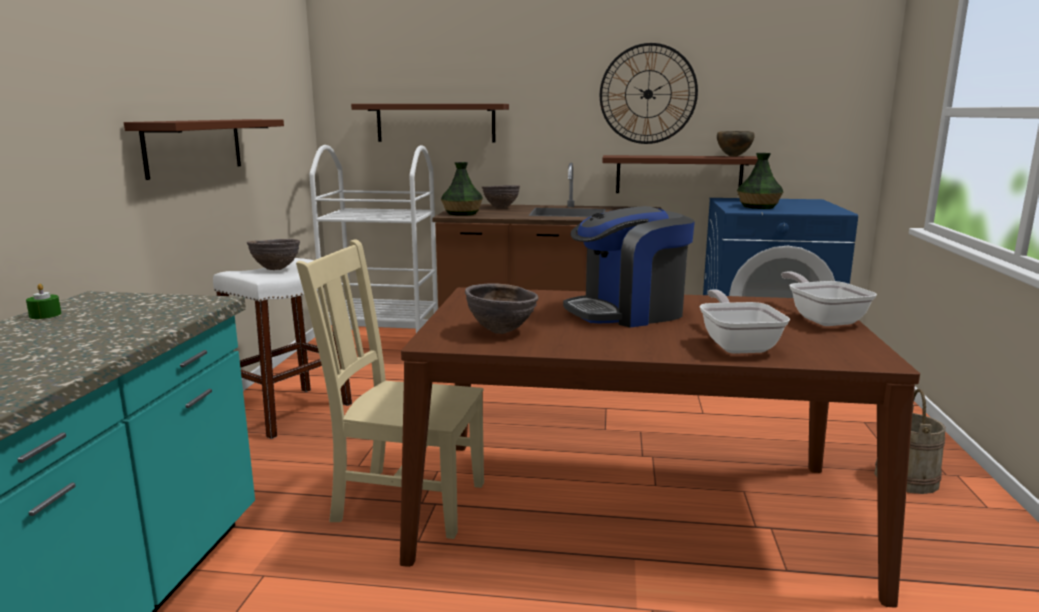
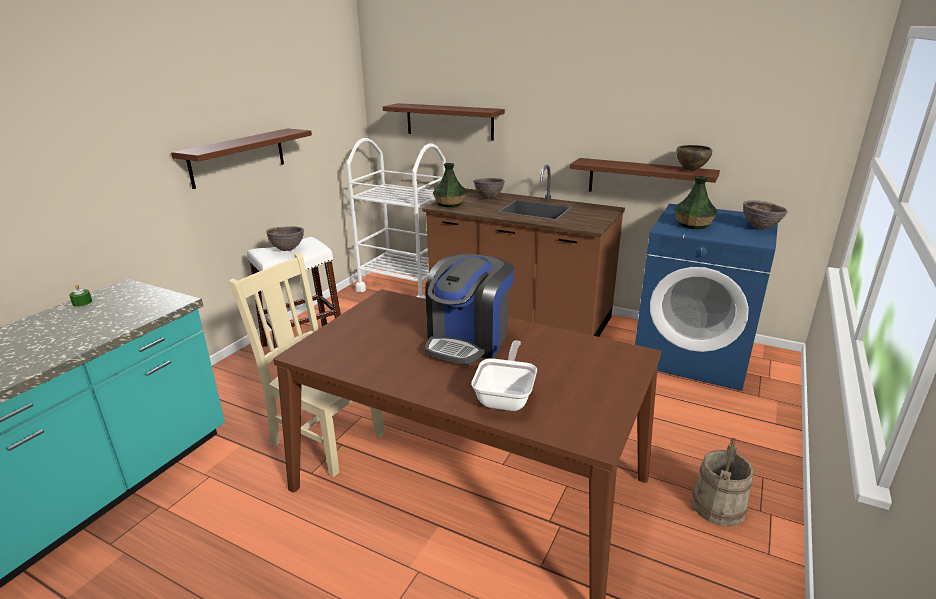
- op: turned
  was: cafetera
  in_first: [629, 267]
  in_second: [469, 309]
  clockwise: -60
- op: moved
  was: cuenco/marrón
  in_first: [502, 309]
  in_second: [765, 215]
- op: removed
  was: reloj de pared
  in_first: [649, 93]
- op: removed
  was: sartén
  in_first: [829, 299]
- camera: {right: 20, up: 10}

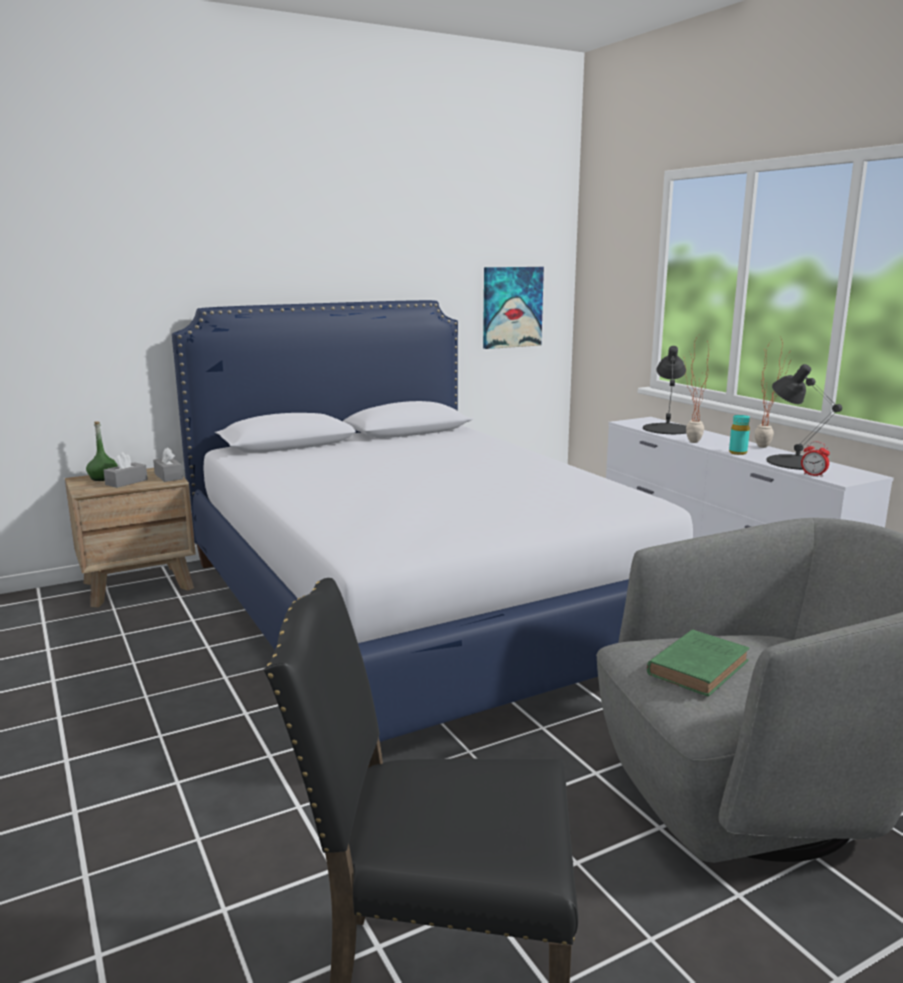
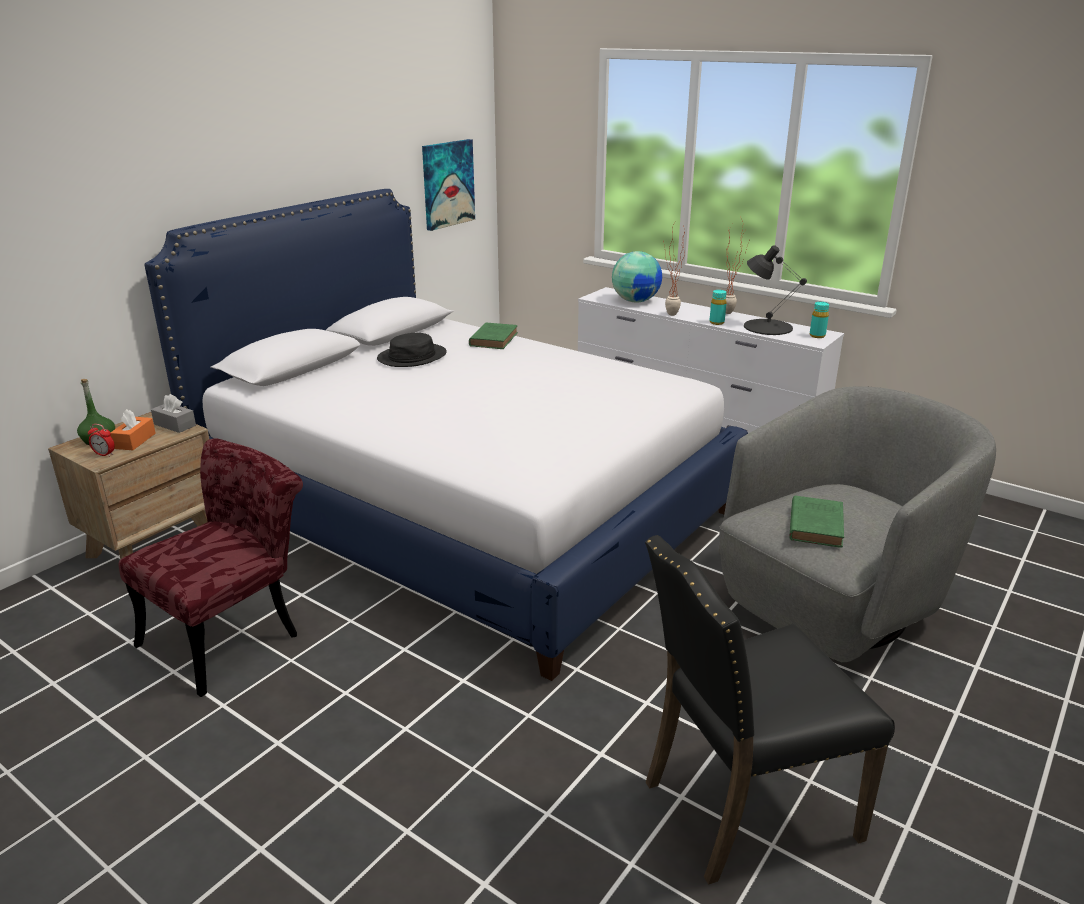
- op: moved
  was: despertador
  in_first: [815, 459]
  in_second: [101, 440]
- op: recoloured
  was: caja de pañuelos/gris
  now: caja de pañuelos/naranja
  in_first: [125, 470]
  in_second: [133, 429]
- op: added
  now: silla/rojo
  in_second: [211, 567]
- op: added
  now: sombrero/negro
  in_second: [412, 350]
- op: added
  now: libro/verde
  in_second: [493, 335]
- op: replaced
  was: lámpara de mesa/negro
  now: globo terráqueo
  in_first: [664, 390]
  in_second: [637, 276]
- op: added
  now: botella/turquesa
  in_second: [819, 320]
- camera: {right: -25, up: 10}

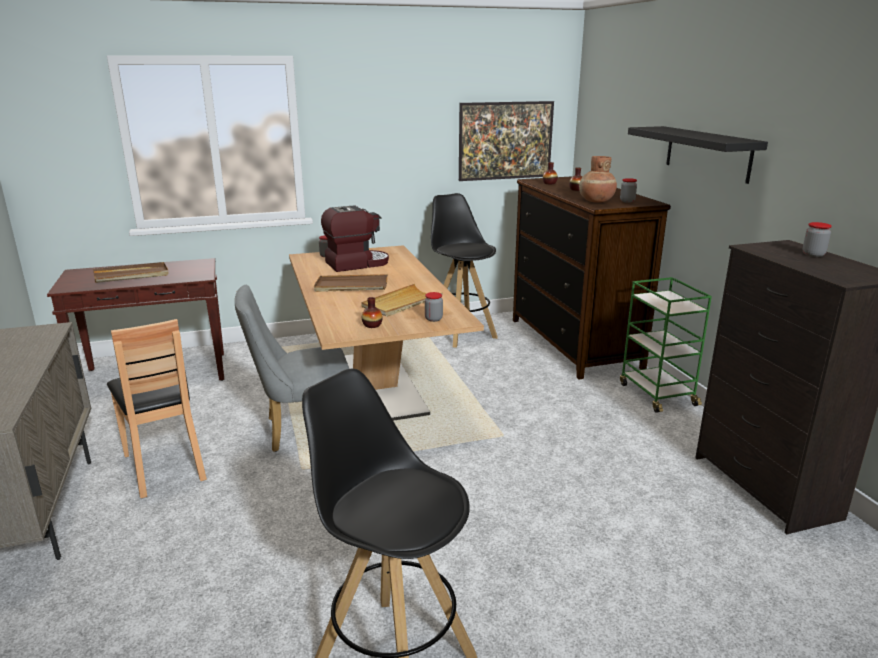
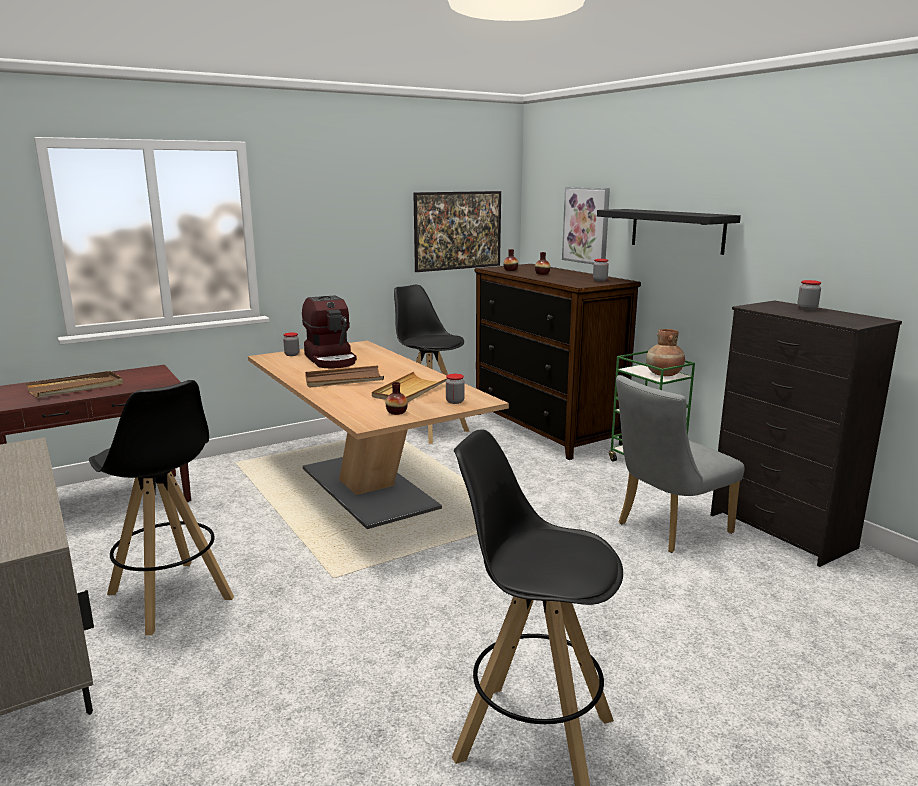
- op: replaced
  was: silla/marrón
  now: taburete/negro
  in_first: [157, 408]
  in_second: [161, 507]
- op: turned
  was: cafetera
  in_first: [355, 238]
  in_second: [329, 331]
  clockwise: 105
- op: added
  now: cuadro
  in_second: [586, 226]
- op: moved
  was: silla/gris
  in_first: [292, 368]
  in_second: [680, 464]
- op: moved
  was: florero/marrón
  in_first: [598, 179]
  in_second: [665, 352]
- camera: {right: -15, up: -5}

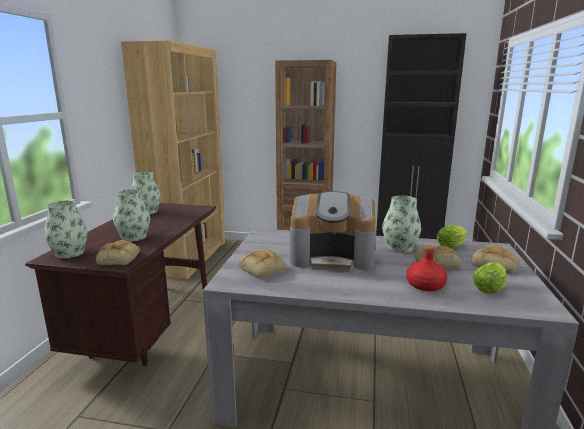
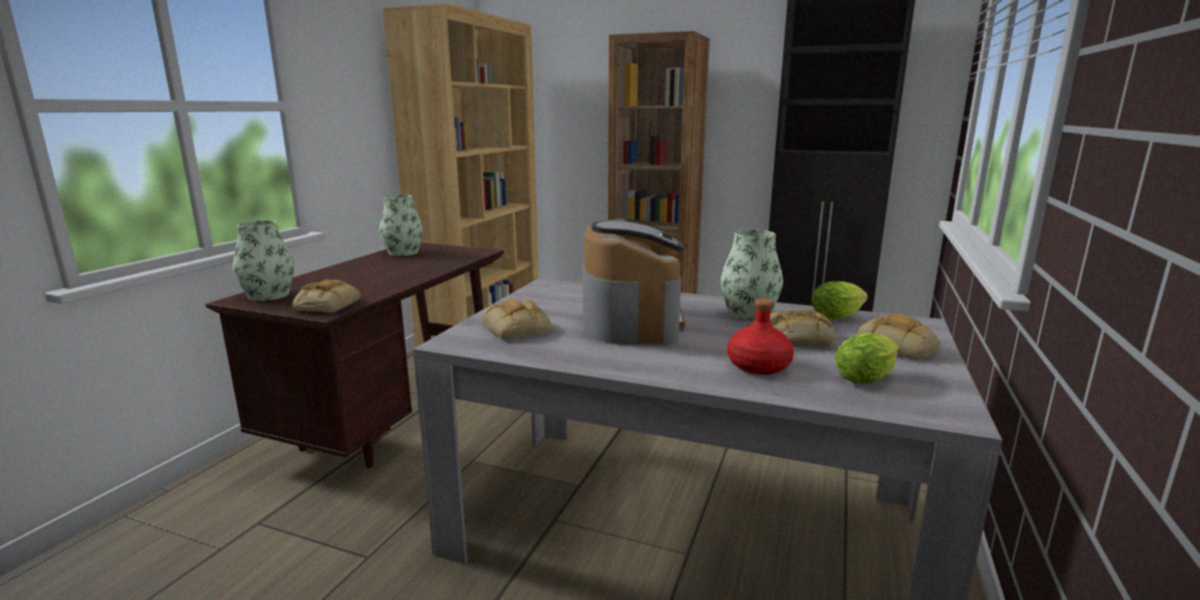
- op: turned
  was: cafetera
  in_first: [333, 231]
  in_second: [633, 282]
  clockwise: -105
- op: removed
  was: florero
  in_first: [131, 215]
- camera: {right: 10, up: 0}

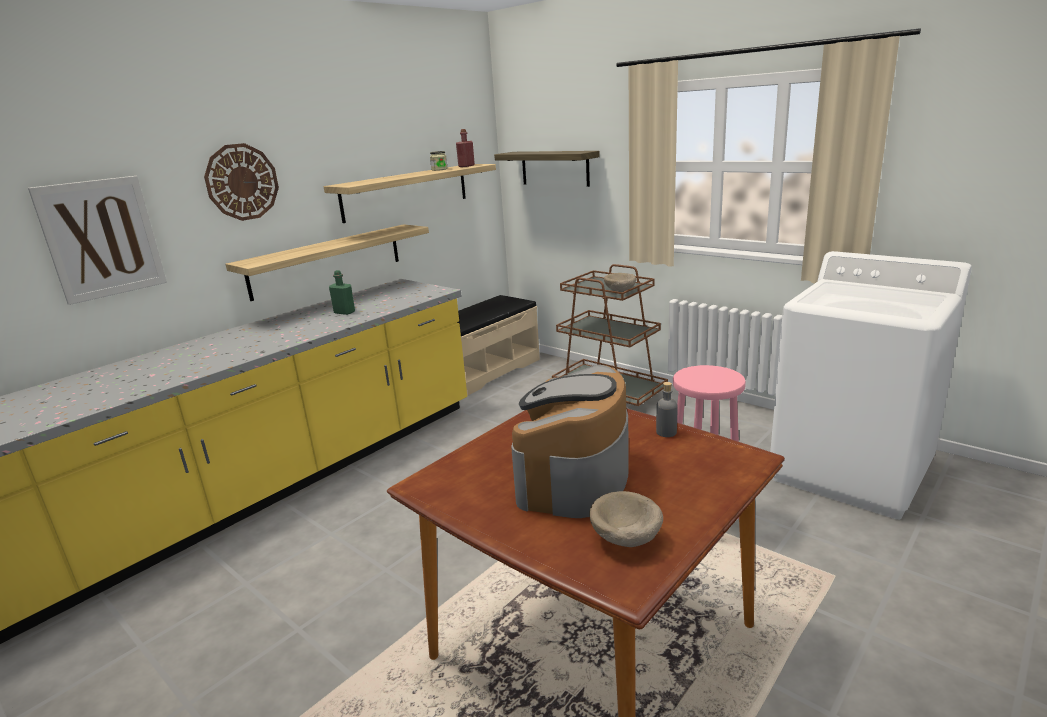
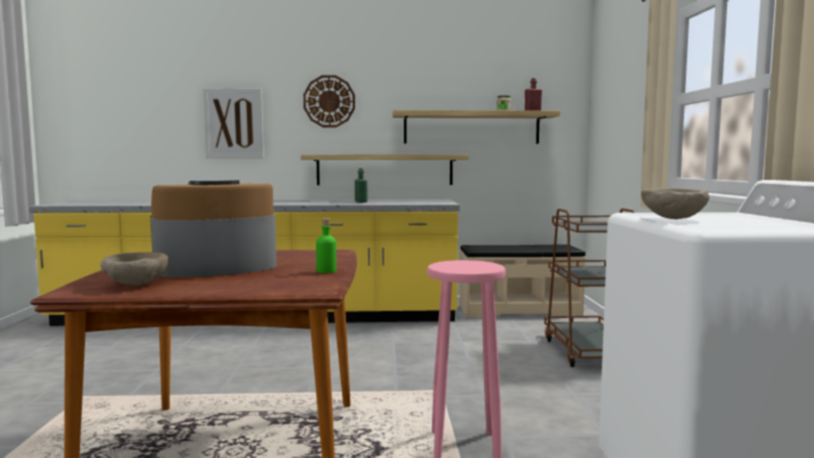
- op: recoloured
  was: botella/gris
  now: botella/verde
  in_first: [667, 409]
  in_second: [326, 245]
- op: moved
  was: cuenco/beis
  in_first: [620, 282]
  in_second: [675, 203]
- op: removed
  was: estante
  in_first: [547, 169]
- camera: {right: 45, up: -15}

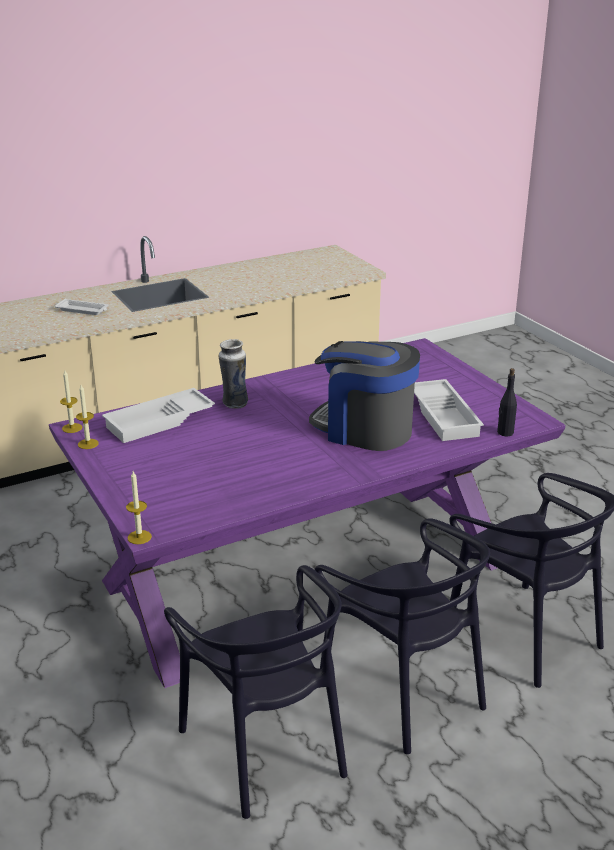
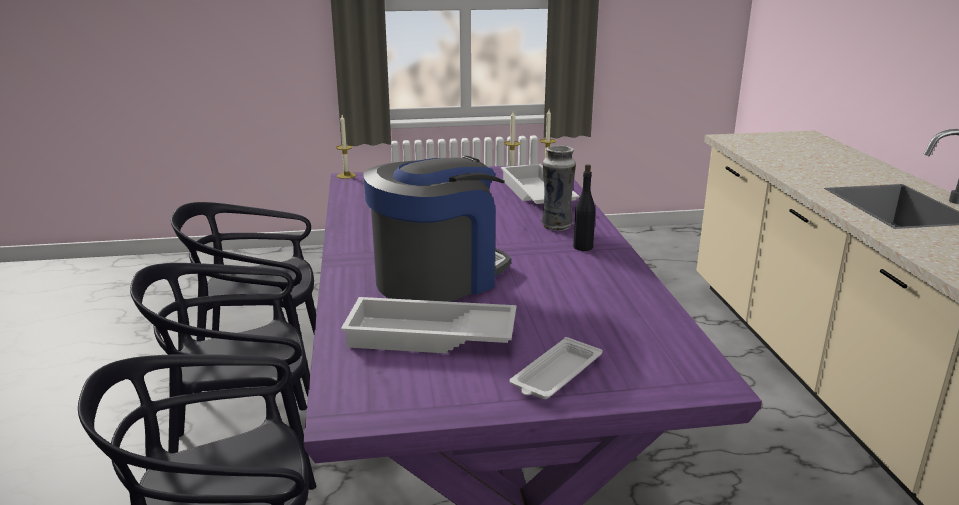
- op: moved
  was: bandeja/blanco
  in_first: [82, 306]
  in_second: [555, 368]
- op: moved
  was: botella/negro
  in_first: [507, 402]
  in_second: [584, 207]
- camera: {right: 110, up: -5}

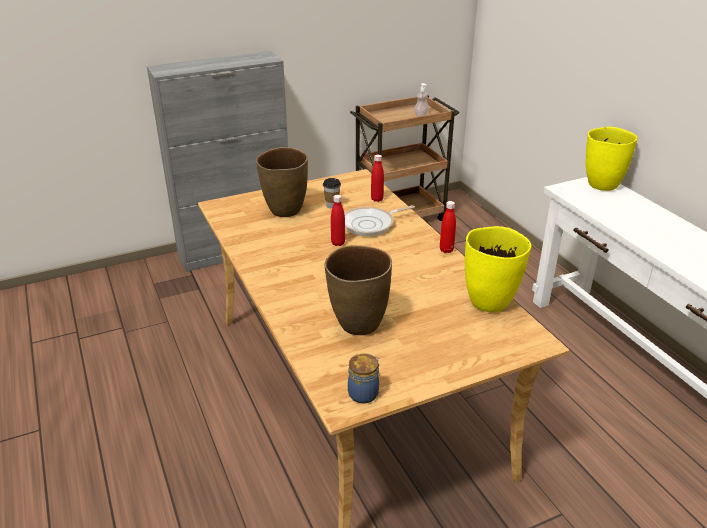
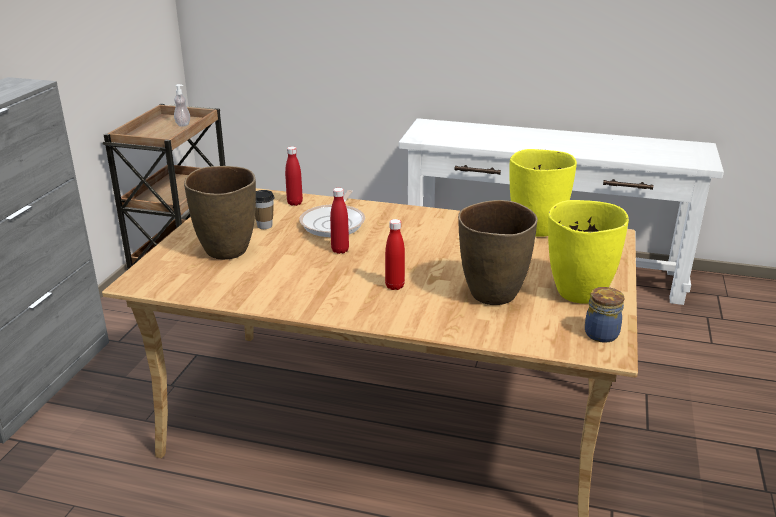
- op: moved
  was: botella/rojo
  in_first: [448, 227]
  in_second: [395, 254]
- op: moved
  was: florero/amarillo
  in_first: [611, 159]
  in_second: [588, 251]
- camera: {right: -50, up: -5}

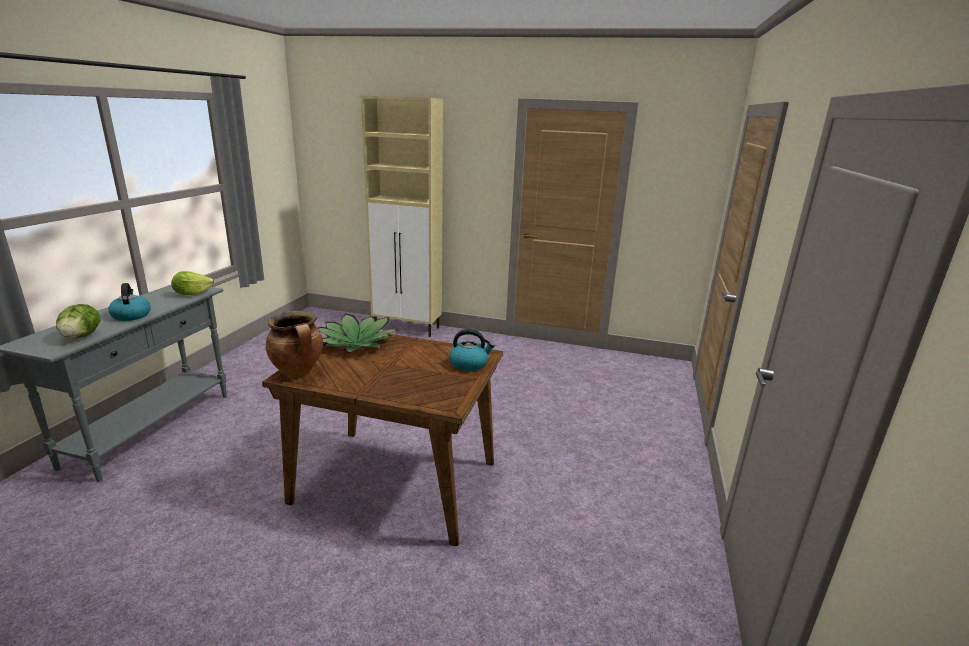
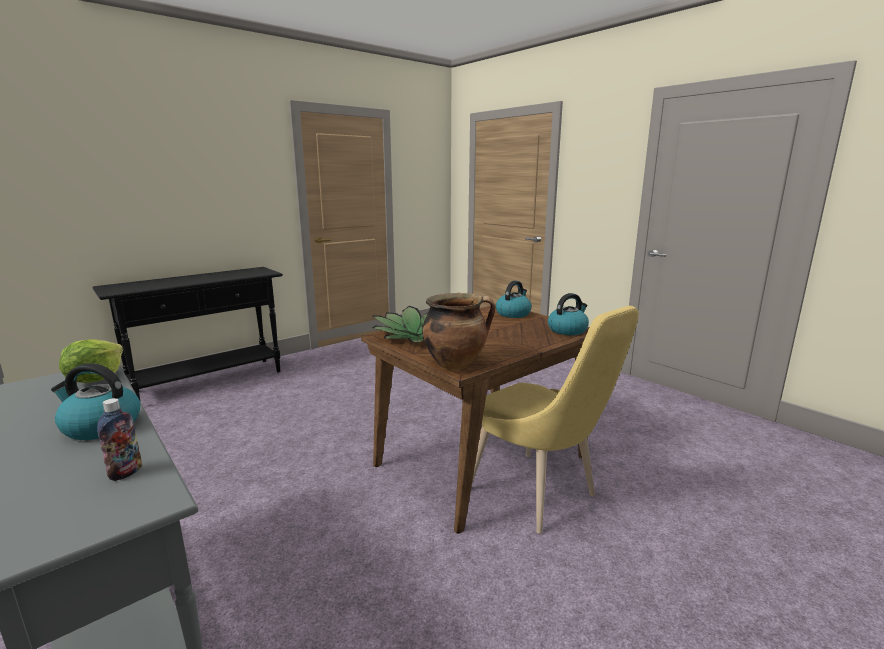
- op: replaced
  was: armario/beis
  now: mesa consola/negro
  in_first: [402, 216]
  in_second: [188, 333]
- op: replaced
  was: lechuga
  now: botella
  in_first: [78, 321]
  in_second: [119, 439]
- op: added
  now: silla/amarillo
  in_second: [555, 420]
- op: added
  now: hervidor
  in_second: [568, 314]
- camera: {right: -55, up: -5}

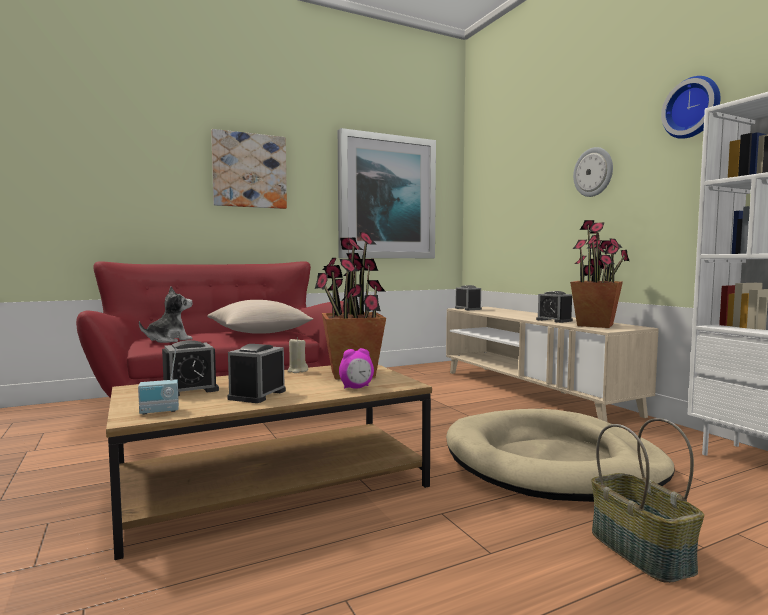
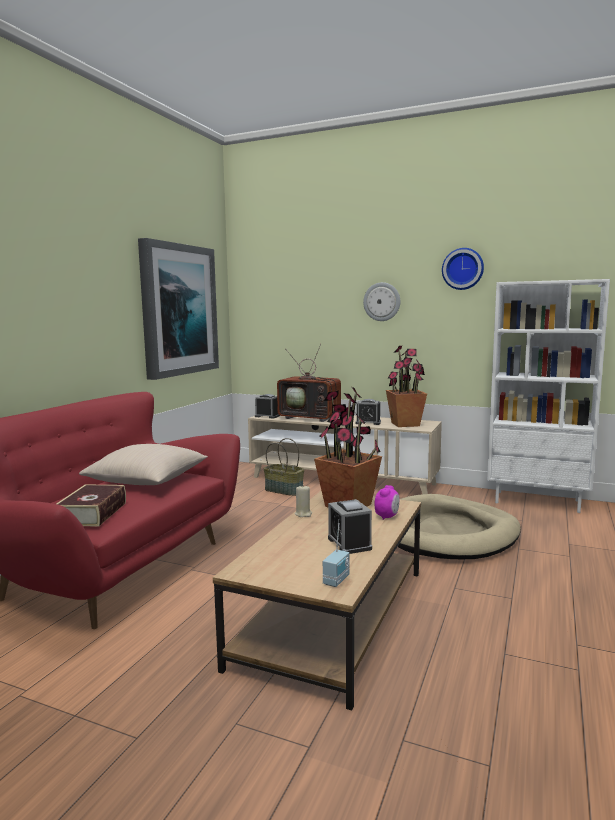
- op: replaced
  was: peluche
  now: libro
  in_first: [166, 314]
  in_second: [91, 506]
- op: moved
  was: cesta
  in_first: [648, 500]
  in_second: [284, 467]
- op: added
  now: televisor
  in_second: [309, 383]
- op: removed
  was: despertador
  in_first: [190, 368]
- op: removed
  was: cuadro
  in_first: [249, 169]
- camera: {right: -40, up: 5}

